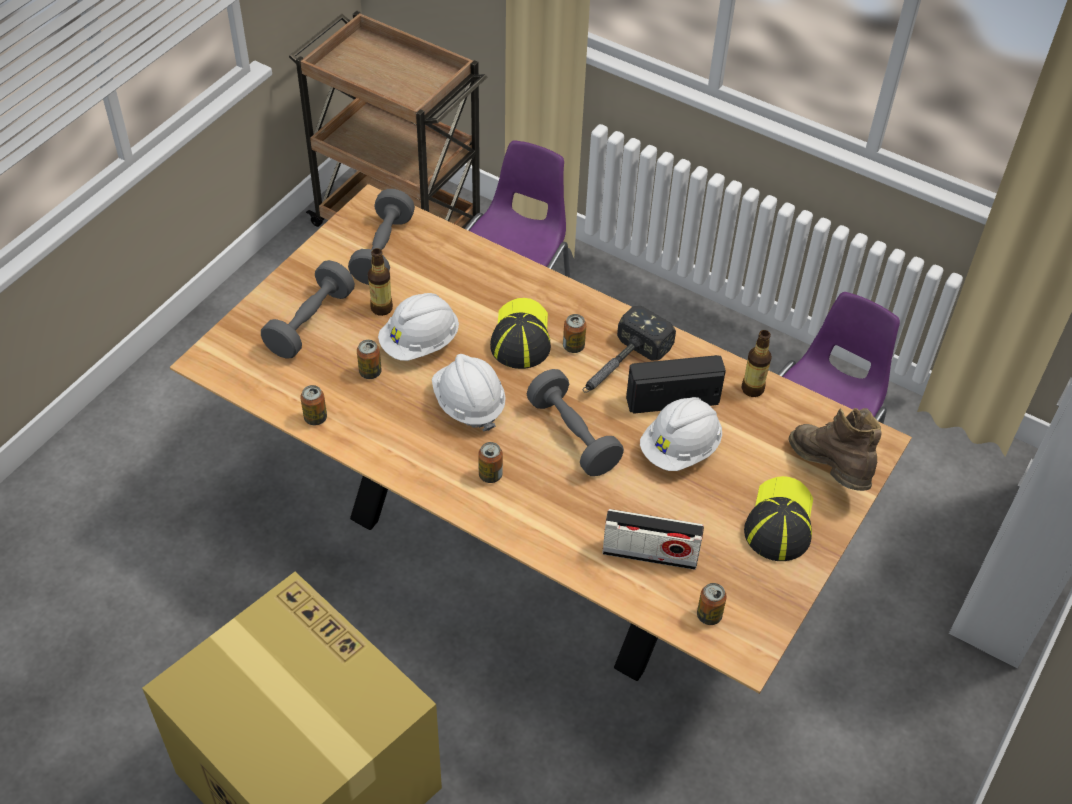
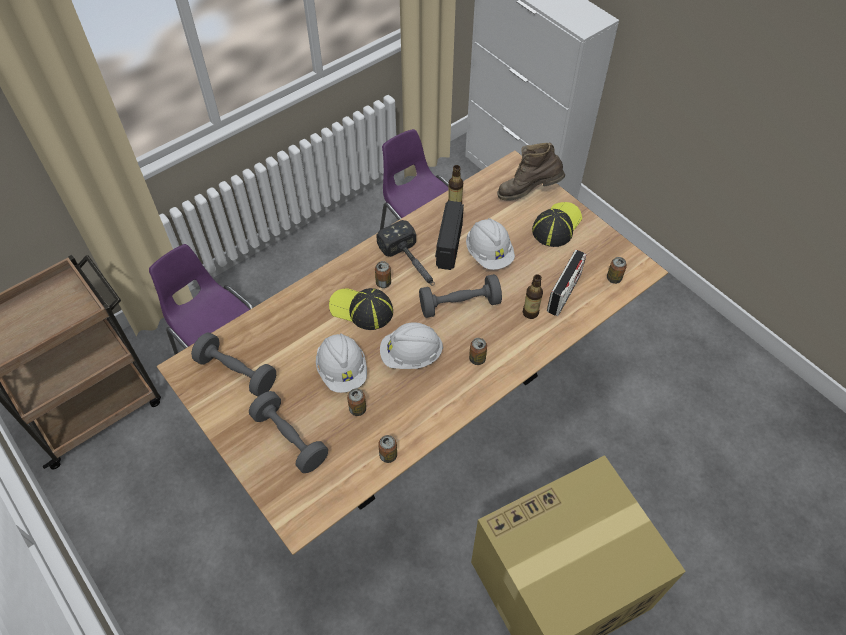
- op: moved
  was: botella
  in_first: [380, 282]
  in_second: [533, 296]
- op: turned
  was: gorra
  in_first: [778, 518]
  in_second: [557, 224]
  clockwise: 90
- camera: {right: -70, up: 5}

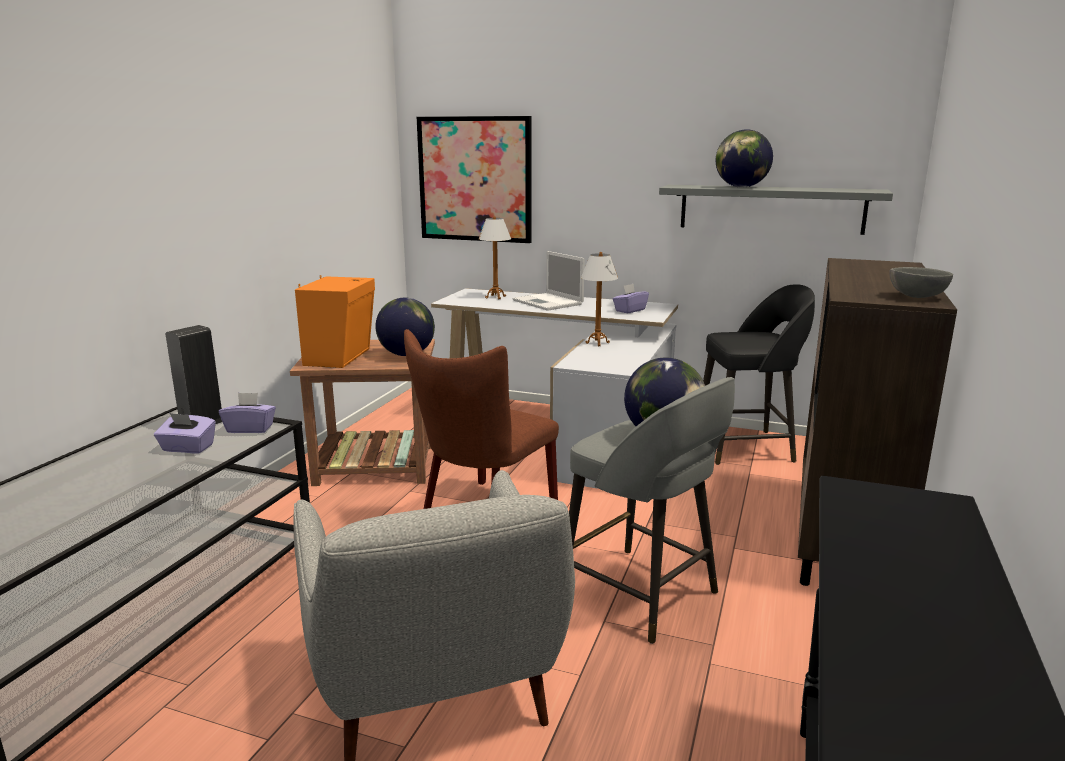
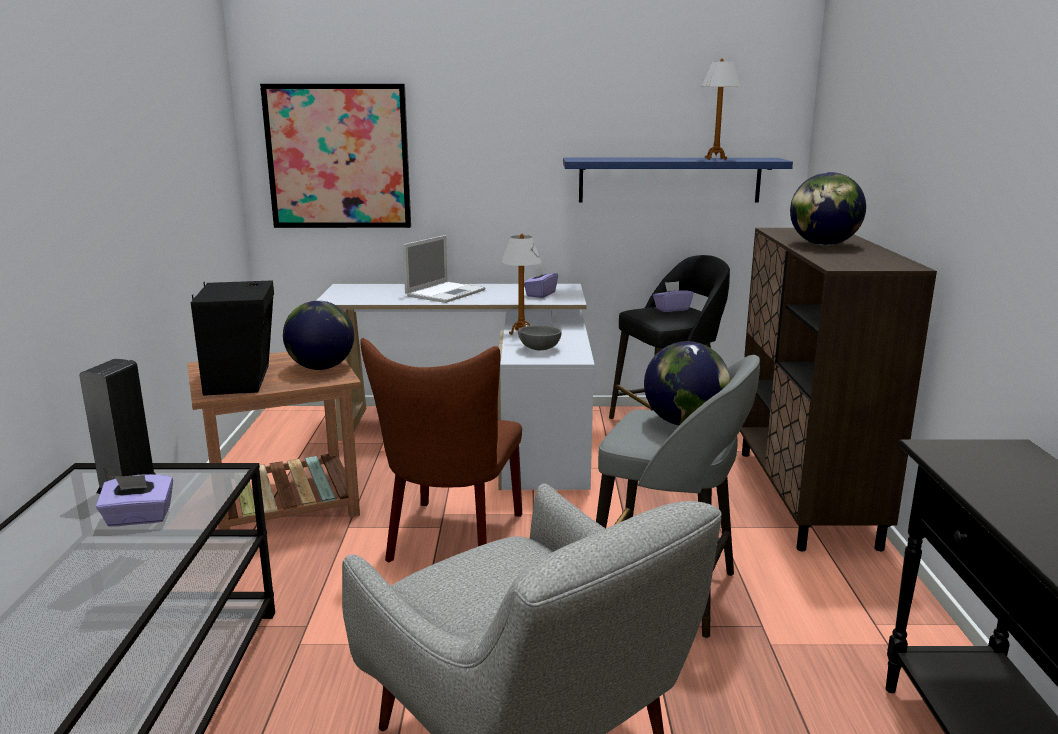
- op: recoloured
  was: altavoz/naranja
  now: altavoz/negro
  in_first: [335, 321]
  in_second: [232, 338]
- op: turned
  was: portátil
  in_first: [549, 281]
  in_second: [444, 269]
  clockwise: -90
- op: moved
  was: cuenco/gris
  in_first: [921, 282]
  in_second: [540, 337]
- op: recoloured
  was: estante/gris
  now: estante/azul
  in_first: [776, 210]
  in_second: [678, 180]
- op: moved
  was: caja de pañuelos/morado
  in_first: [247, 412]
  in_second: [673, 296]
- op: moved
  was: lámpara de mesa
  in_first: [495, 257]
  in_second: [720, 109]
- op: moved
  was: globo terráqueo
  in_first: [744, 158]
  in_second: [828, 209]
- camera: {right: -20, up: 0}

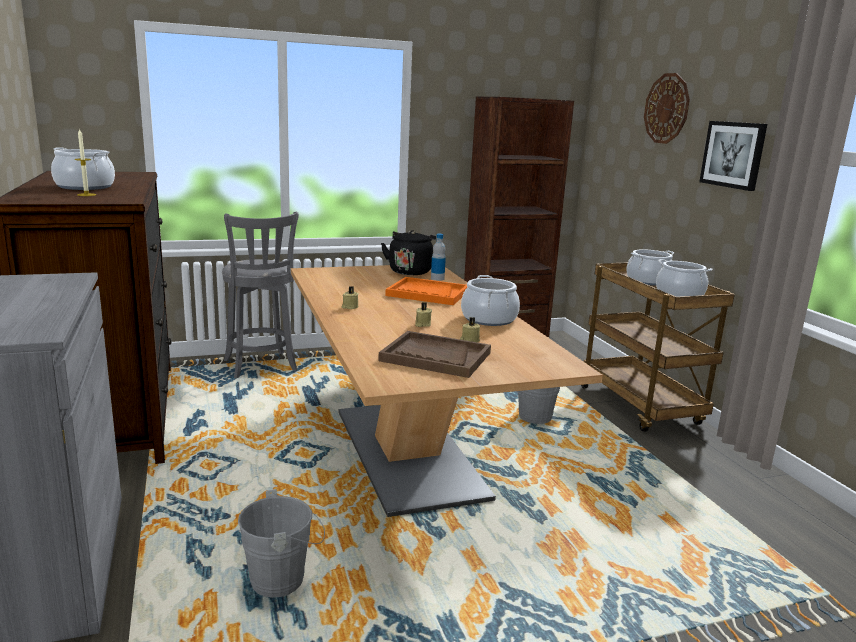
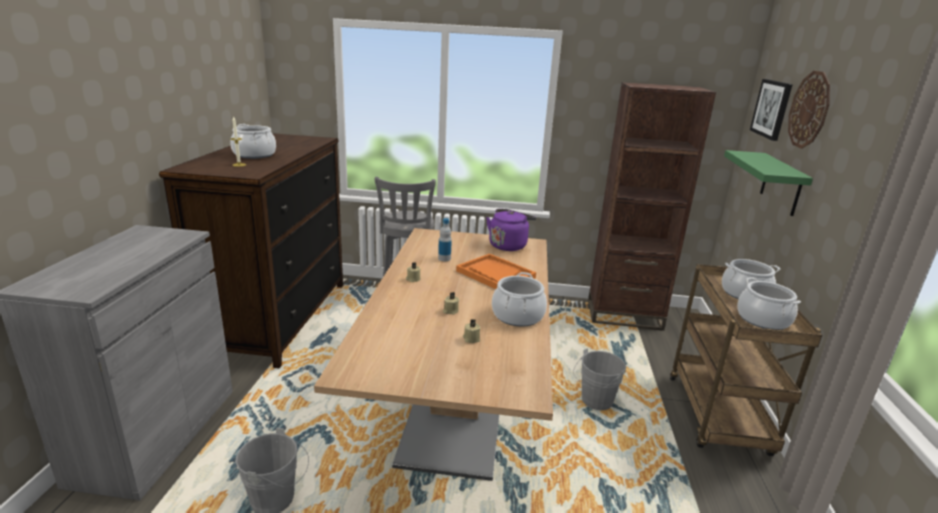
- op: moved
  was: botella
  in_first: [438, 257]
  in_second: [445, 239]
- op: recoloured
  was: hervidor/negro
  now: hervidor/morado
  in_first: [408, 252]
  in_second: [511, 230]
- op: added
  now: estante/verde
  in_second: [768, 183]
- op: moved
  was: cuadro
  in_first: [733, 156]
  in_second: [771, 110]
- op: removed
  was: bandeja/marrón
  in_first: [434, 354]
- camera: {right: 25, up: 5}

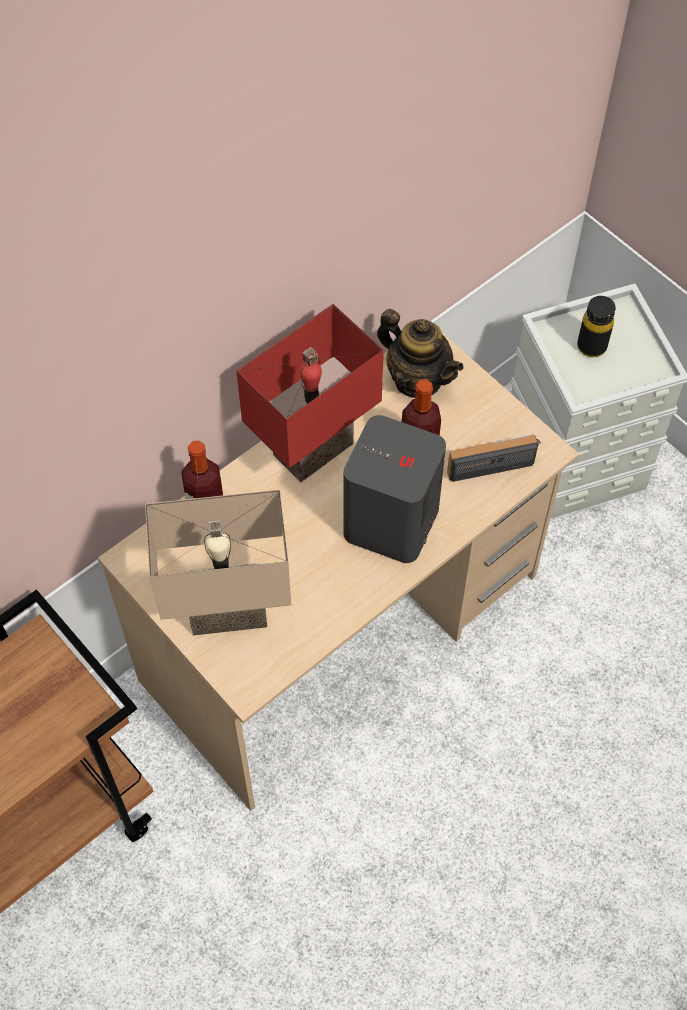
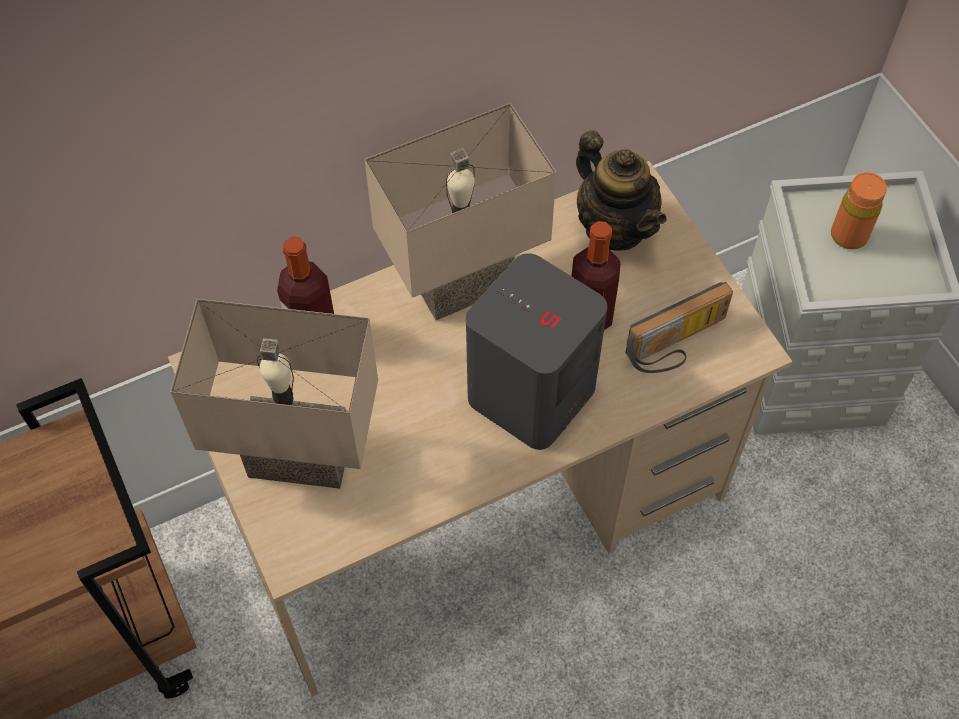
- op: recoloured
  was: lámpara de mesa/rojo
  now: lámpara de mesa/beis
  in_first: [310, 393]
  in_second: [460, 211]
- op: turned
  was: radio
  in_first: [494, 458]
  in_second: [679, 327]
  clockwise: 150
- op: recoloured
  was: botella/negro
  now: botella/naranja
  in_first: [596, 326]
  in_second: [859, 210]
- camera: {right: 15, up: 0}

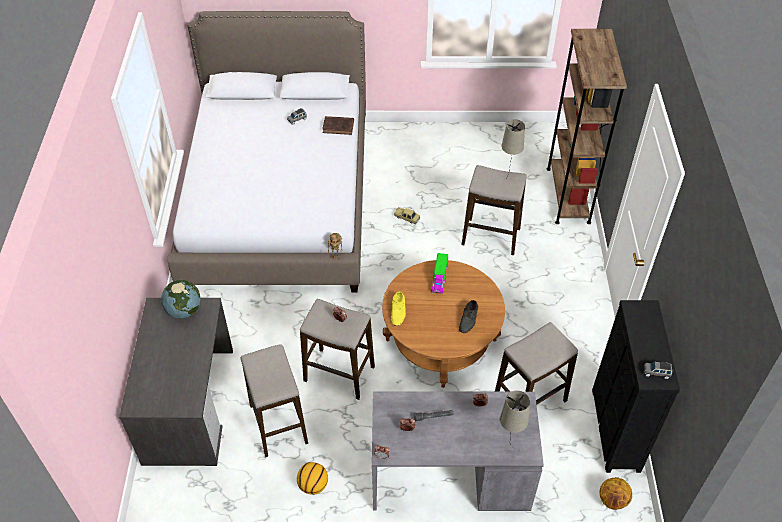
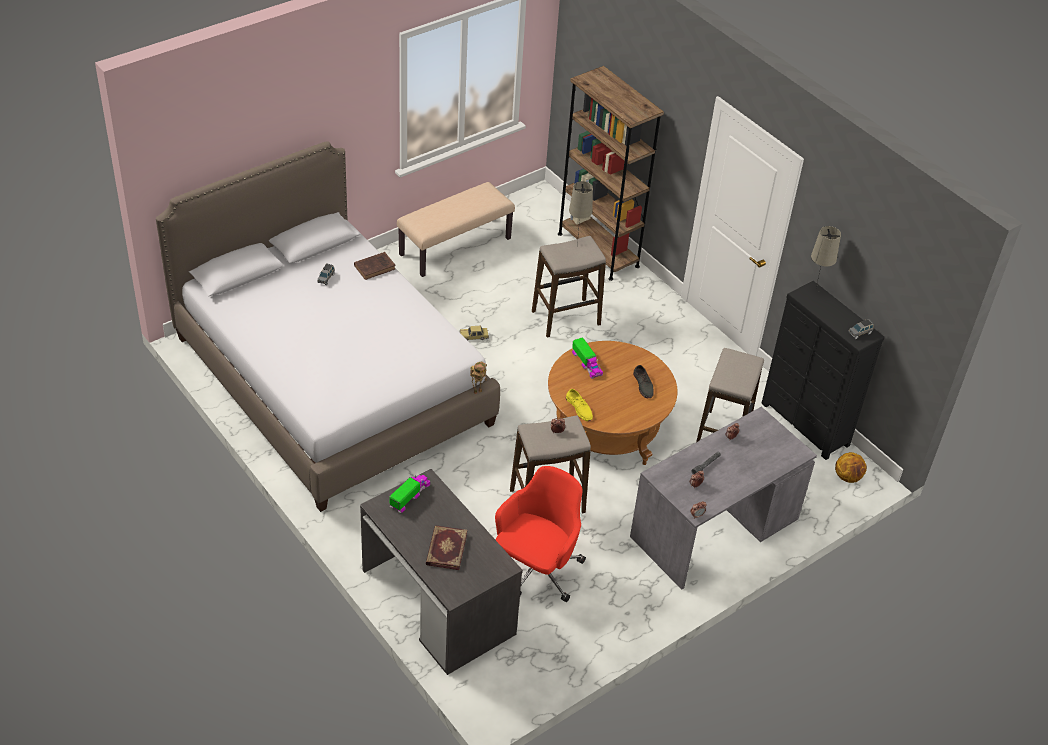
- op: replaced
  was: globo terráqueo
  now: camión de juguete
  in_first: [181, 299]
  in_second: [409, 494]
- op: added
  now: banco/beis
  in_second: [456, 229]
- op: added
  now: libro
  in_second: [446, 547]
- op: replaced
  was: taburete
  now: silla de oficina/rojo
  in_first: [274, 400]
  in_second: [540, 534]
- op: moved
  was: lámpara de mesa/beis
  in_first: [515, 419]
  in_second: [826, 259]
- op: removed
  was: balón de baloncesto
  in_first: [312, 478]
- camera: {right: -40, up: -5}

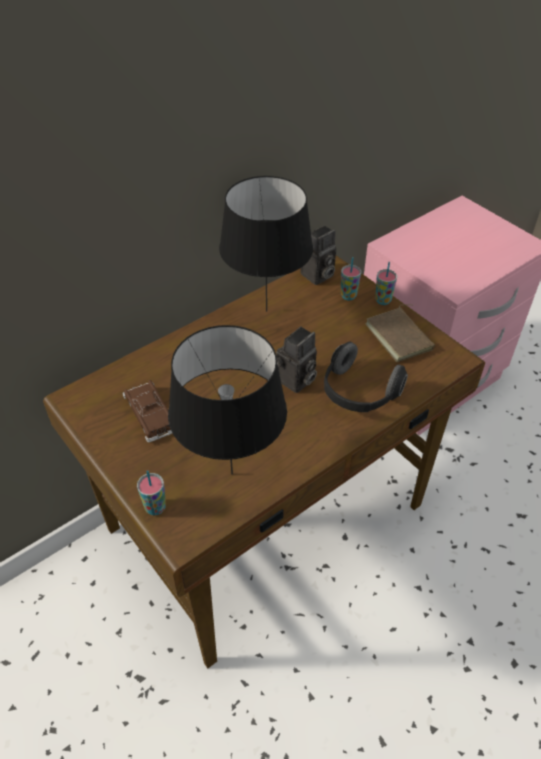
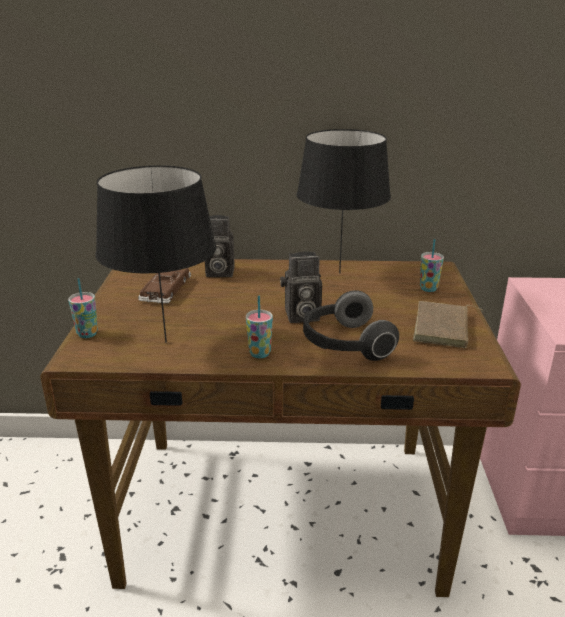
- op: moved
  was: cámara
  in_first: [318, 255]
  in_second: [220, 246]
- op: moved
  was: taza
  in_first: [386, 283]
  in_second: [259, 327]
- camera: {right: 40, up: -20}

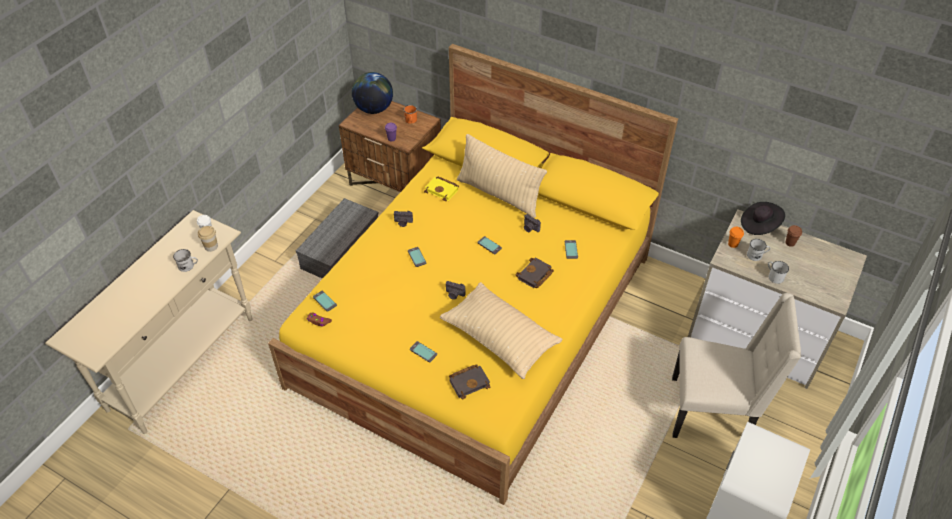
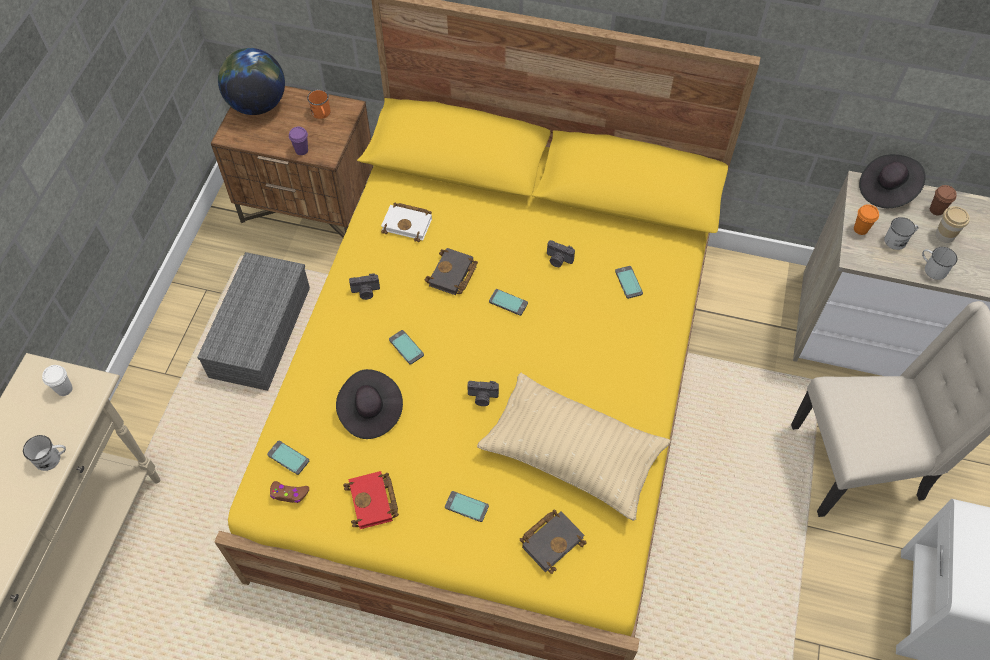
- op: added
  now: sombrero/negro
  in_second: [369, 404]
- op: added
  now: libro/rojo
  in_second: [371, 500]
- op: recoloured
  was: libro/amarillo
  now: libro/blanco
  in_first: [441, 189]
  in_second: [406, 222]
- op: moved
  was: libro/negro
  in_first: [534, 272]
  in_second: [451, 271]
- op: moved
  was: taza
  in_first: [208, 239]
  in_second: [952, 224]
- op: removed
  was: cojín/beis
  in_first: [502, 176]
- camera: {right: -15, up: 10}

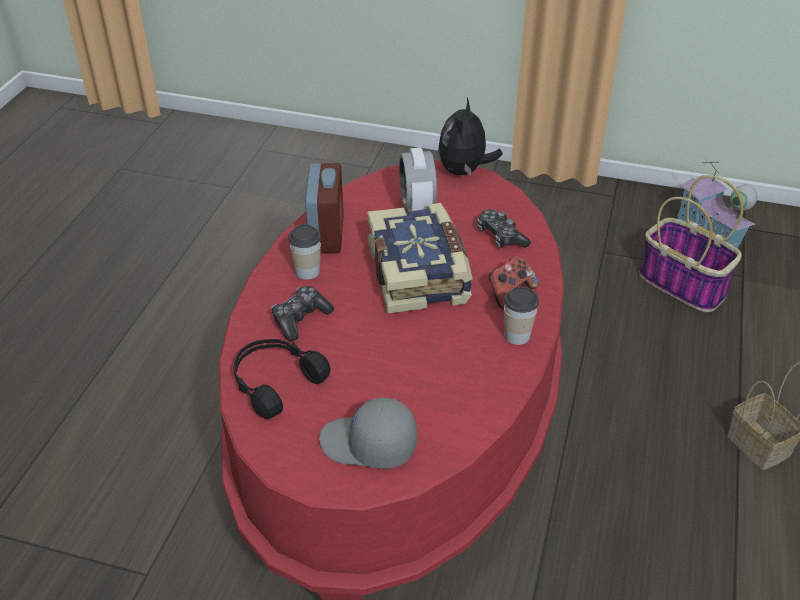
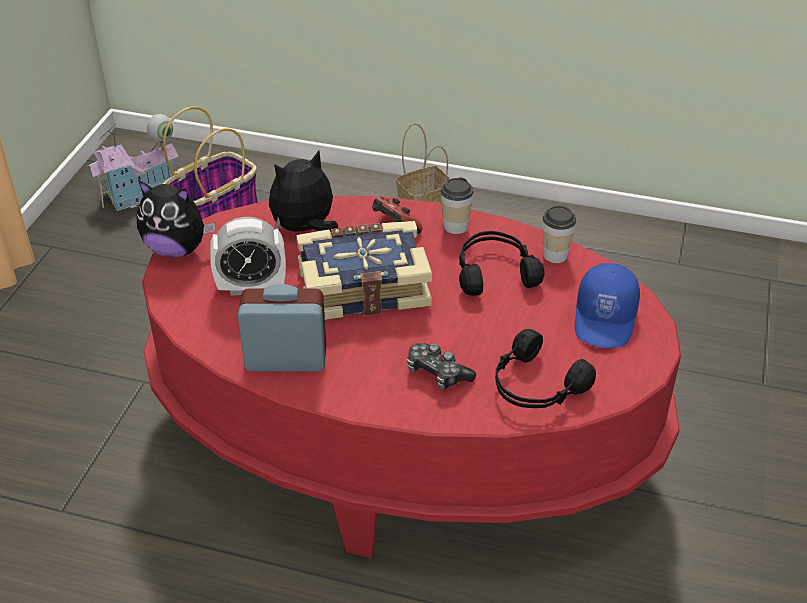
- op: replaced
  was: mando de consola
  now: peluche
  in_first: [504, 228]
  in_second: [303, 190]
- op: added
  now: auriculares/negro
  in_second: [501, 263]
- op: moved
  was: taza
  in_first: [304, 252]
  in_second: [559, 234]
- op: recoloured
  was: gorra/gris
  now: gorra/azul
  in_first: [368, 433]
  in_second: [607, 305]
- camera: {right: -90, up: 0}

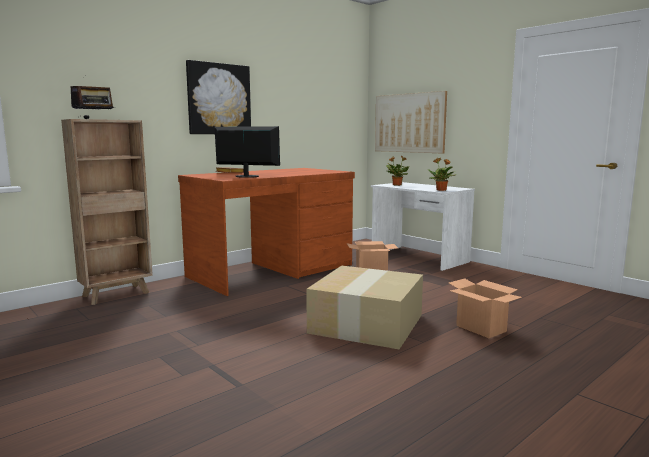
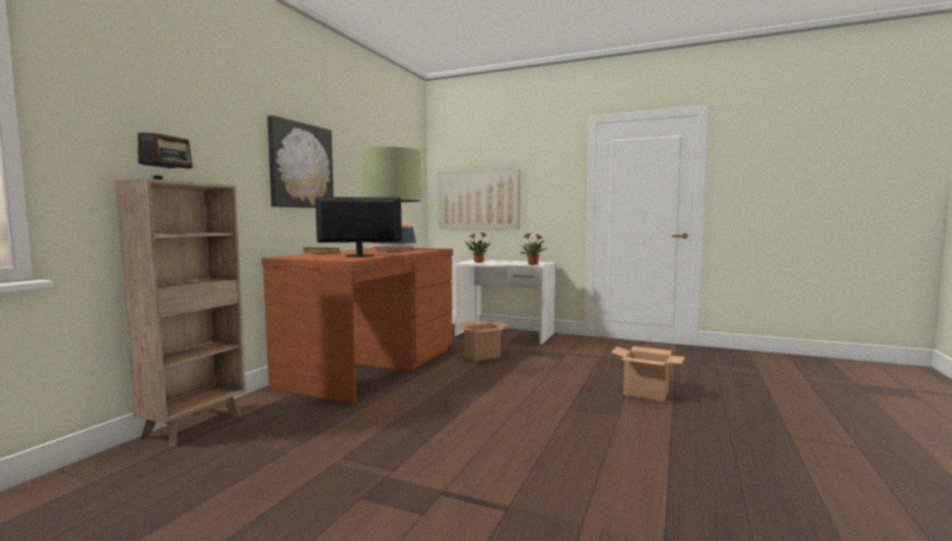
- op: added
  now: lámpara de mesa
  in_second: [391, 199]
- op: removed
  was: caja de cartón
  in_first: [364, 307]
- camera: {right: -25, up: -5}

